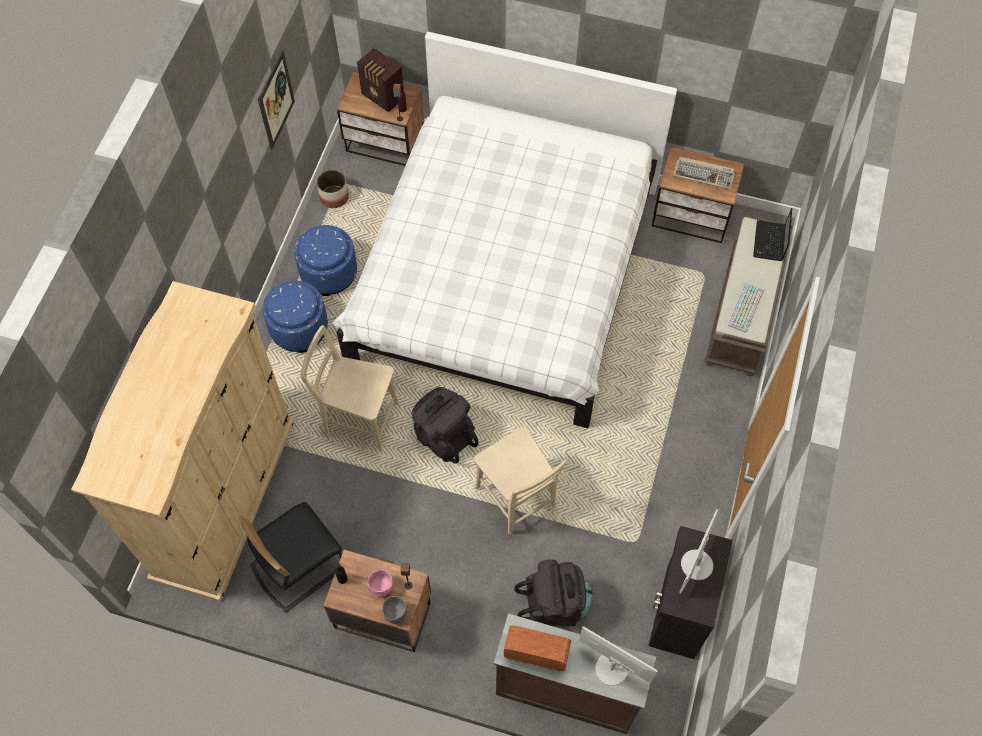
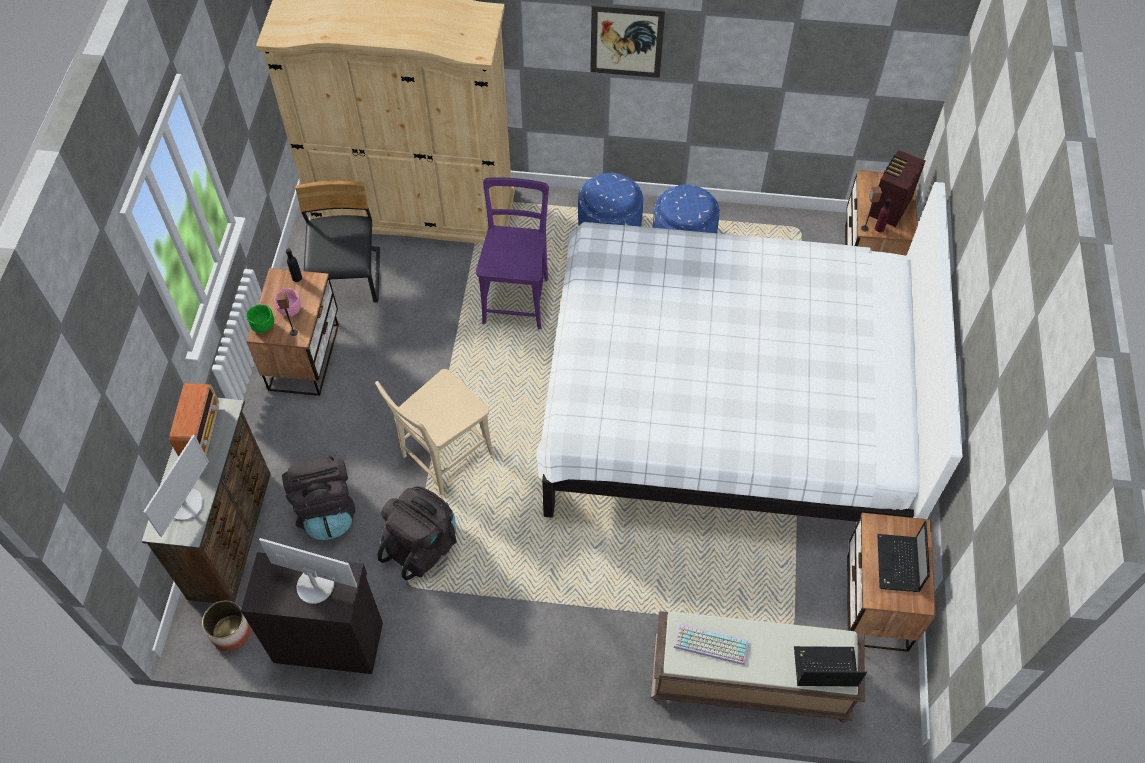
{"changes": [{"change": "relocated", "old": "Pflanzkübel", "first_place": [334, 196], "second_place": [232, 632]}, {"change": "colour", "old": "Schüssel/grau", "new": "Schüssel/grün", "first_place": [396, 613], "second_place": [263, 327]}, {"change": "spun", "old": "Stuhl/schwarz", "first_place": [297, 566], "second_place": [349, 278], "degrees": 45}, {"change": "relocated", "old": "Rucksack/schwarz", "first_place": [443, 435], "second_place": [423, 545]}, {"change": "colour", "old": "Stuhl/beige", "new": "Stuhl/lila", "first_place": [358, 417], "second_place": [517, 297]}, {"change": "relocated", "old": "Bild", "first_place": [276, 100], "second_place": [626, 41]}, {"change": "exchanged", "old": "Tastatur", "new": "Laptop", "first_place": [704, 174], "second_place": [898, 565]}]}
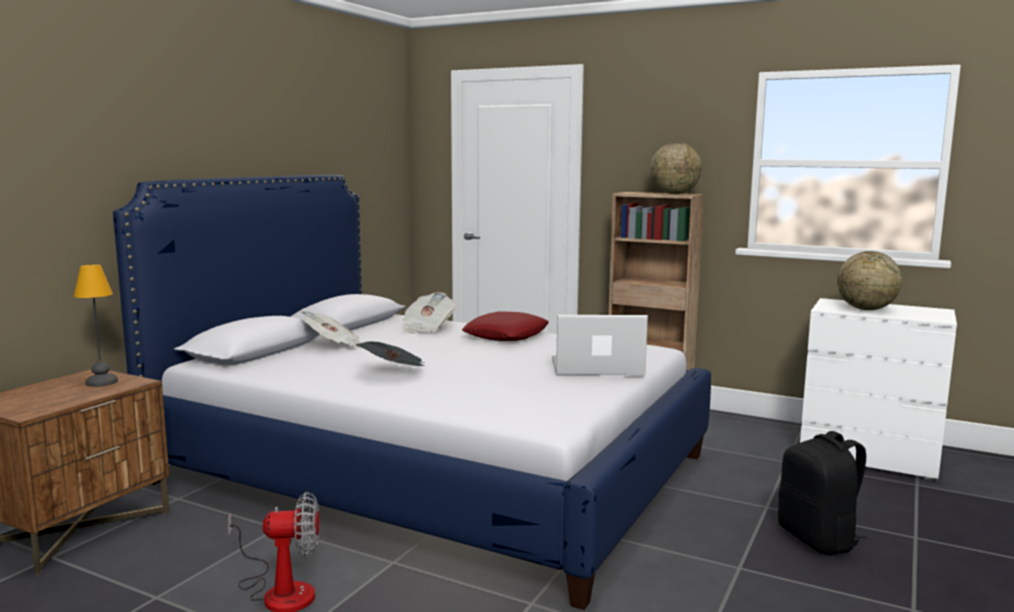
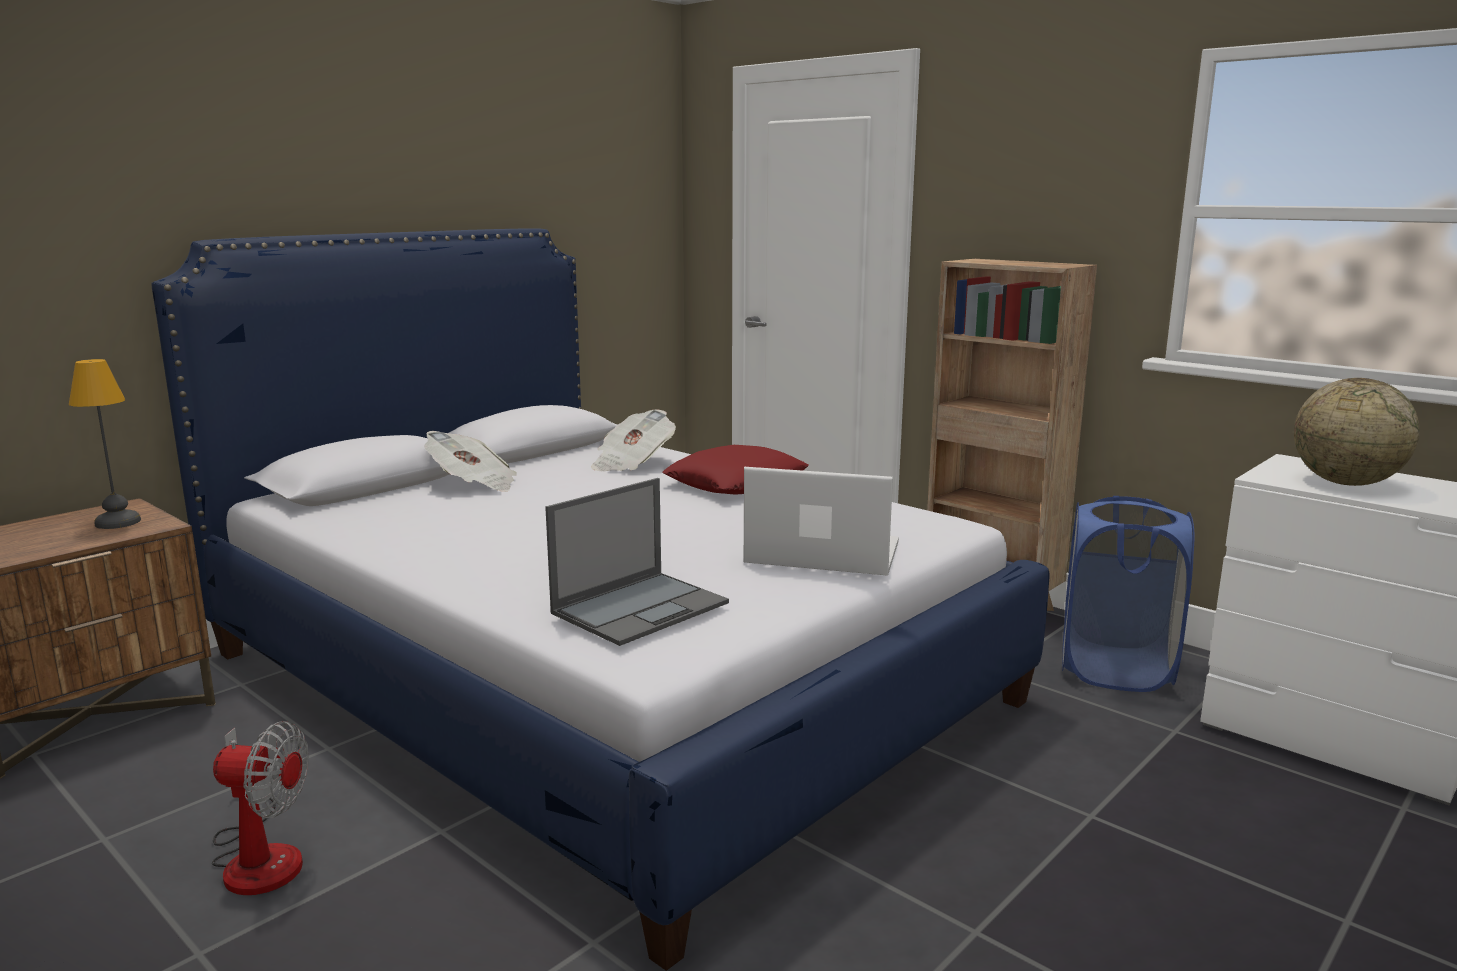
{"changes": [{"change": "appeared", "new": "Laptop", "second_place": [641, 607]}, {"change": "appeared", "new": "Wäschekorb/blau", "second_place": [1115, 669]}, {"change": "missing", "old": "Zeitung", "first_place": [394, 373]}, {"change": "missing", "old": "Globus", "first_place": [674, 194]}, {"change": "missing", "old": "Rucksack/schwarz", "first_place": [819, 539]}]}
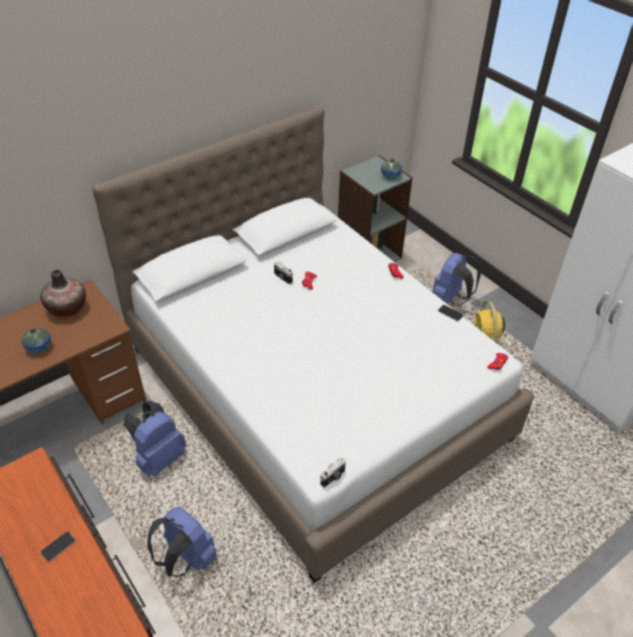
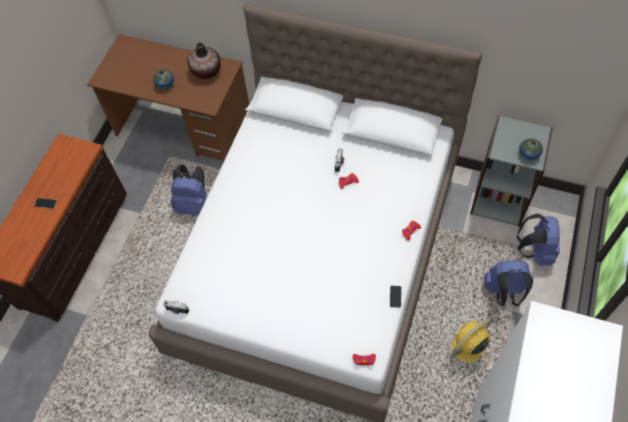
{"changes": [{"change": "relocated", "old": "Rucksack/blau", "first_place": [186, 558], "second_place": [535, 251]}]}
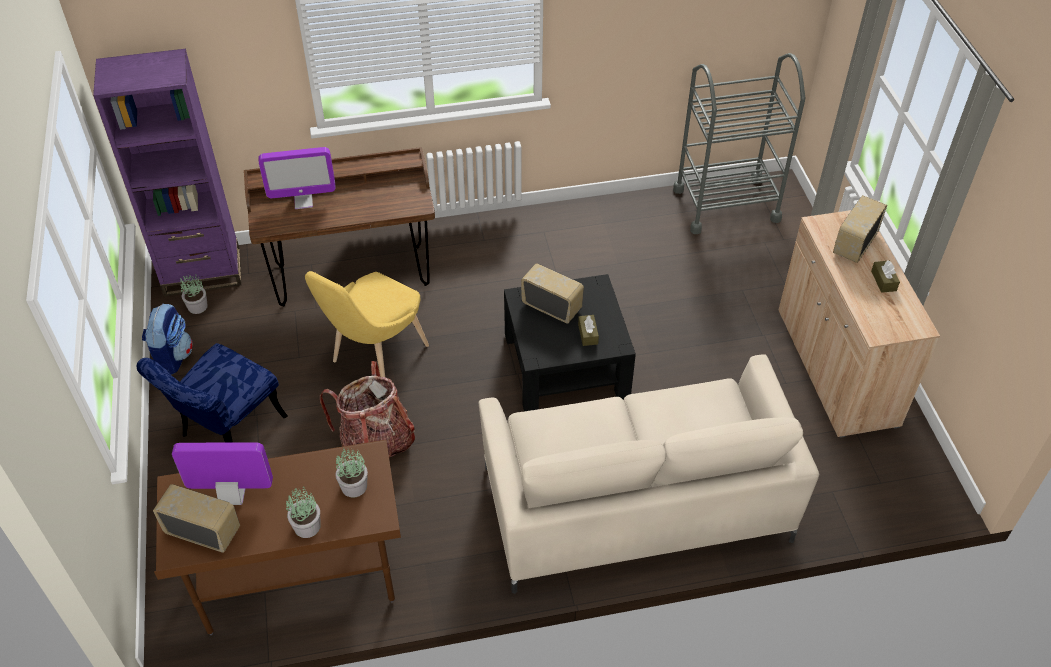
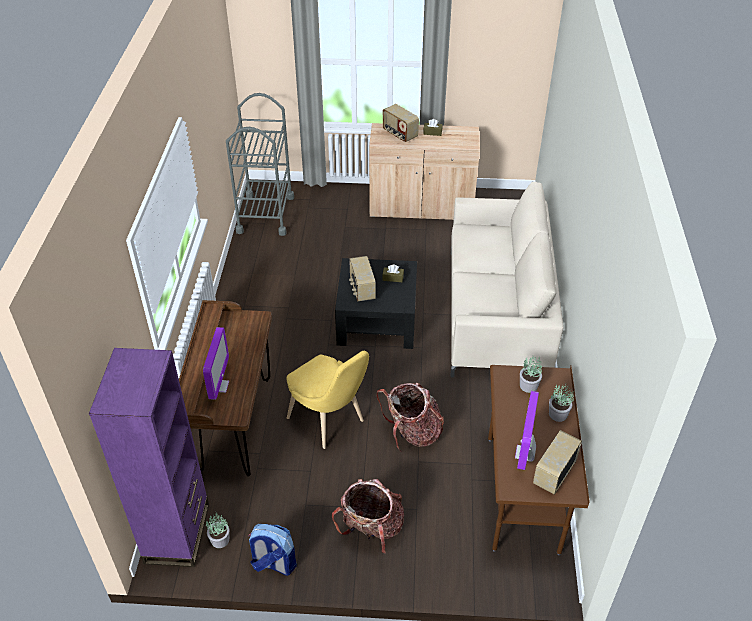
{"changes": [{"change": "exchanged", "old": "Stuhl/blau", "new": "Rucksack", "first_place": [226, 431], "second_place": [371, 529]}, {"change": "spun", "old": "Radio", "first_place": [552, 307], "second_place": [361, 289], "degrees": -60}]}
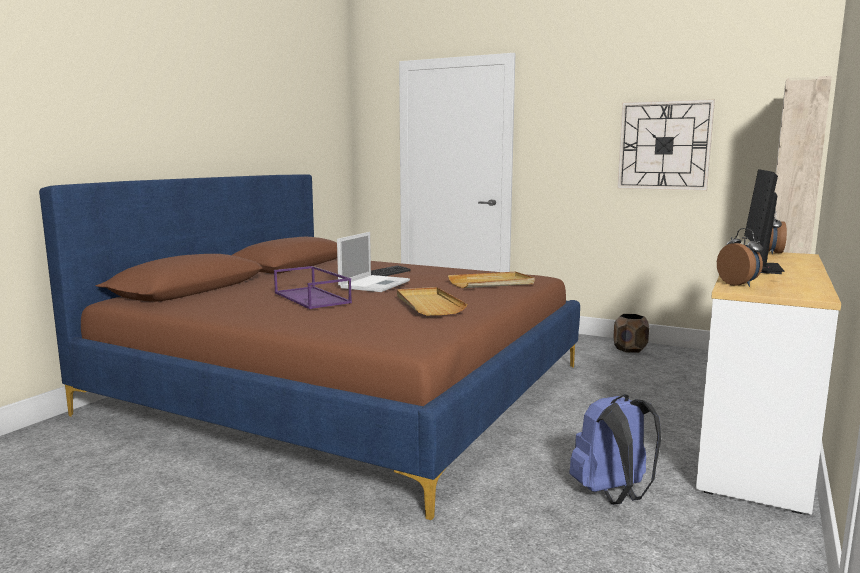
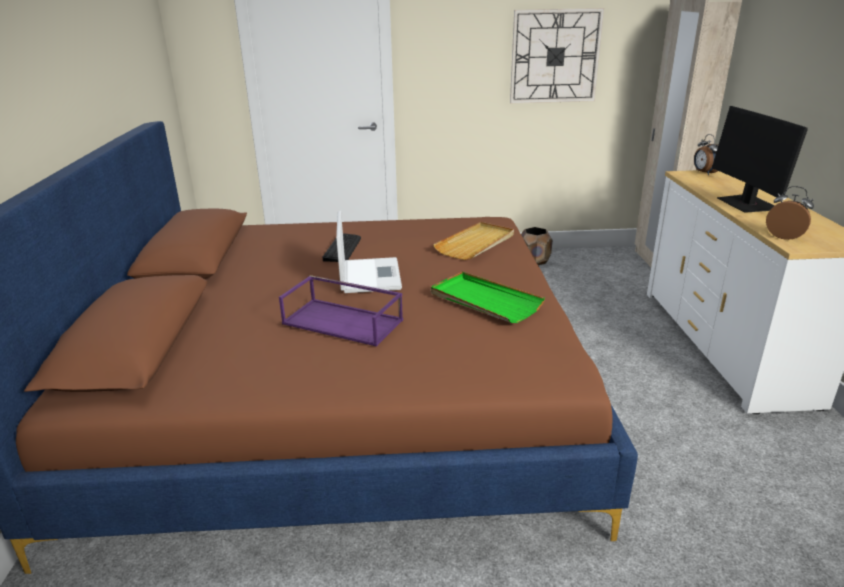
{"changes": [{"change": "colour", "old": "Tablett/beige", "new": "Tablett/grün", "first_place": [428, 304], "second_place": [484, 301]}, {"change": "missing", "old": "Rucksack/blau", "first_place": [613, 494]}]}
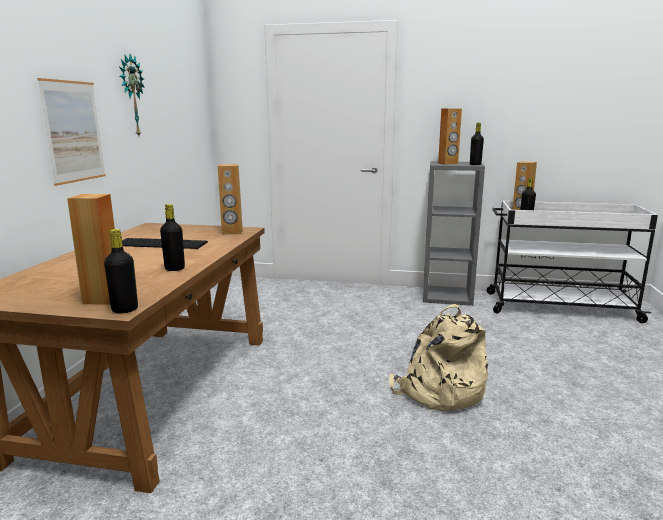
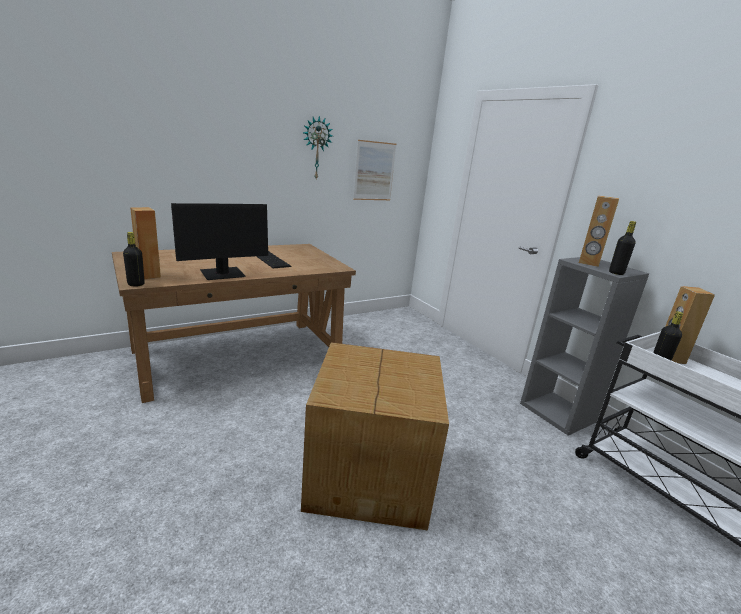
{"changes": [{"change": "exchanged", "old": "Flasche/schwarz", "new": "Monitor", "first_place": [174, 269], "second_place": [222, 274]}, {"change": "exchanged", "old": "Rucksack/beige", "new": "Karton", "first_place": [438, 391], "second_place": [371, 473]}, {"change": "relocated", "old": "Bild", "first_place": [74, 131], "second_place": [374, 171]}, {"change": "missing", "old": "Lautsprecher/braun", "first_place": [232, 232]}]}
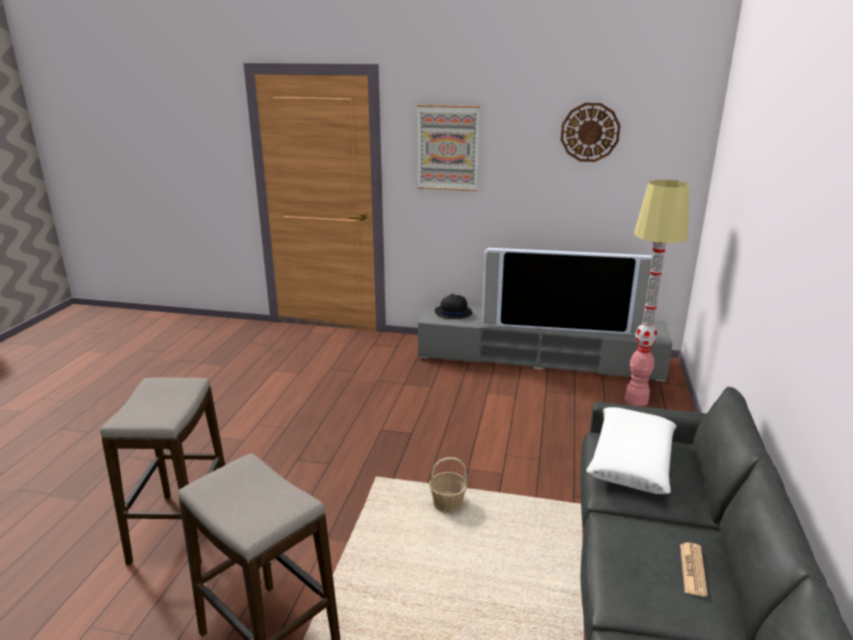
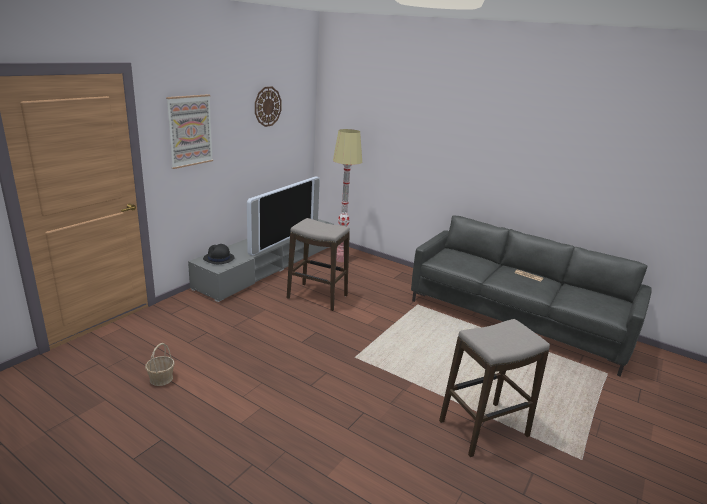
{"changes": [{"change": "relocated", "old": "Korb", "first_place": [447, 503], "second_place": [161, 378]}, {"change": "relocated", "old": "Hocker", "first_place": [181, 529], "second_place": [317, 297]}, {"change": "missing", "old": "Kissen/weiß", "first_place": [631, 460]}]}
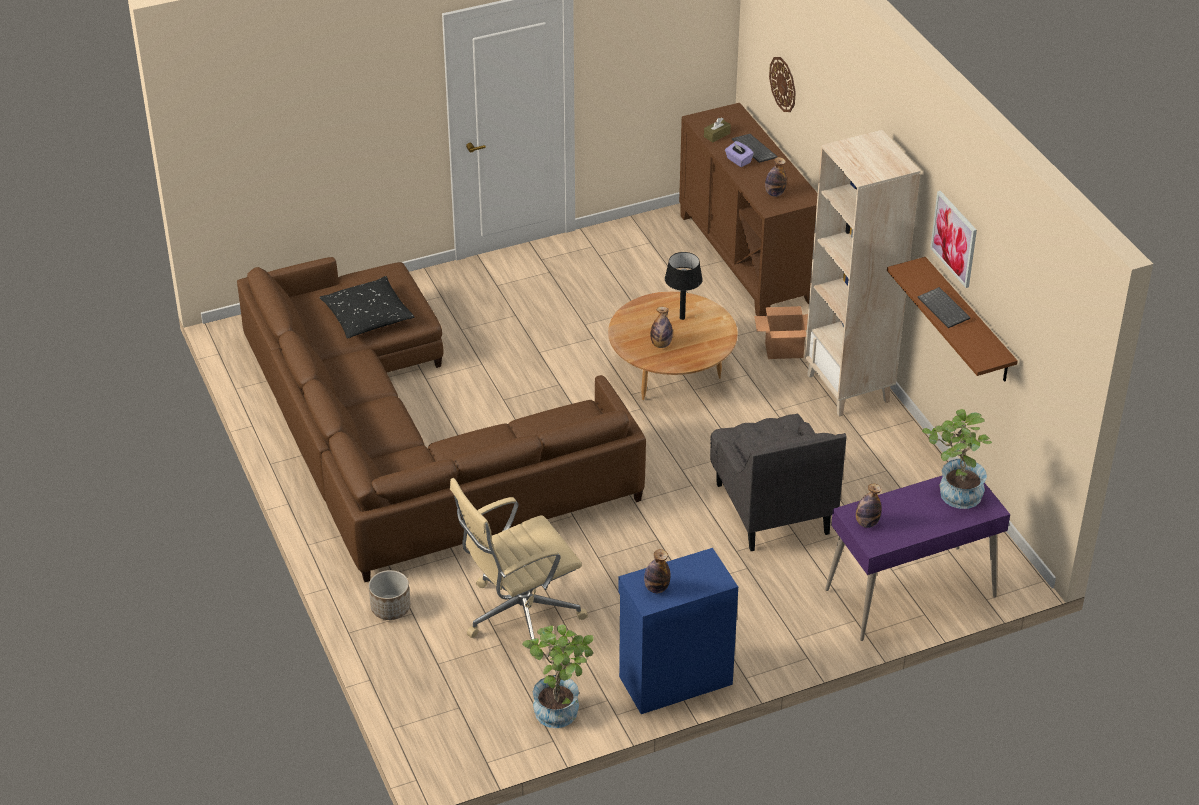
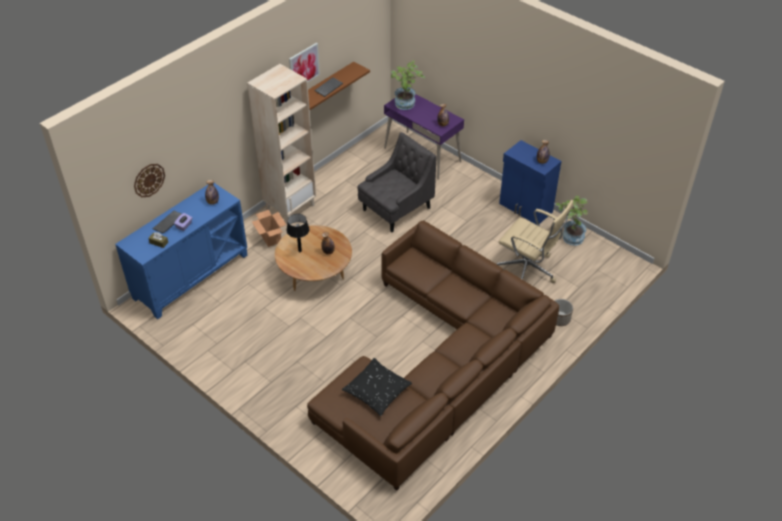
{"changes": [{"change": "colour", "old": "Schrank/braun", "new": "Schrank/blau", "first_place": [747, 258], "second_place": [191, 276]}]}
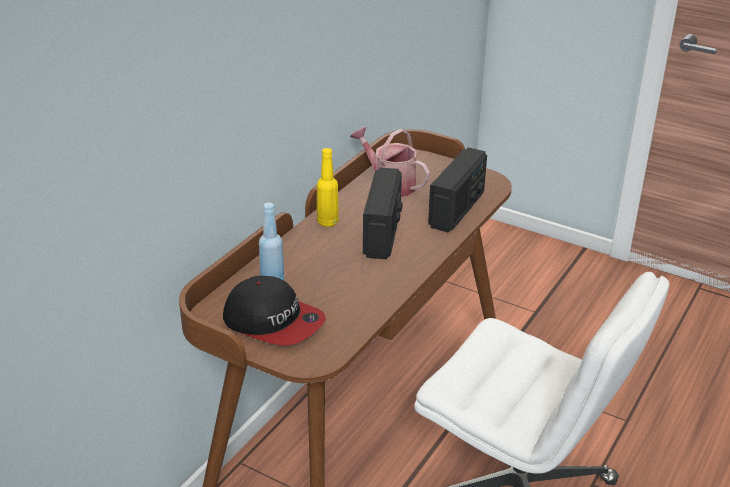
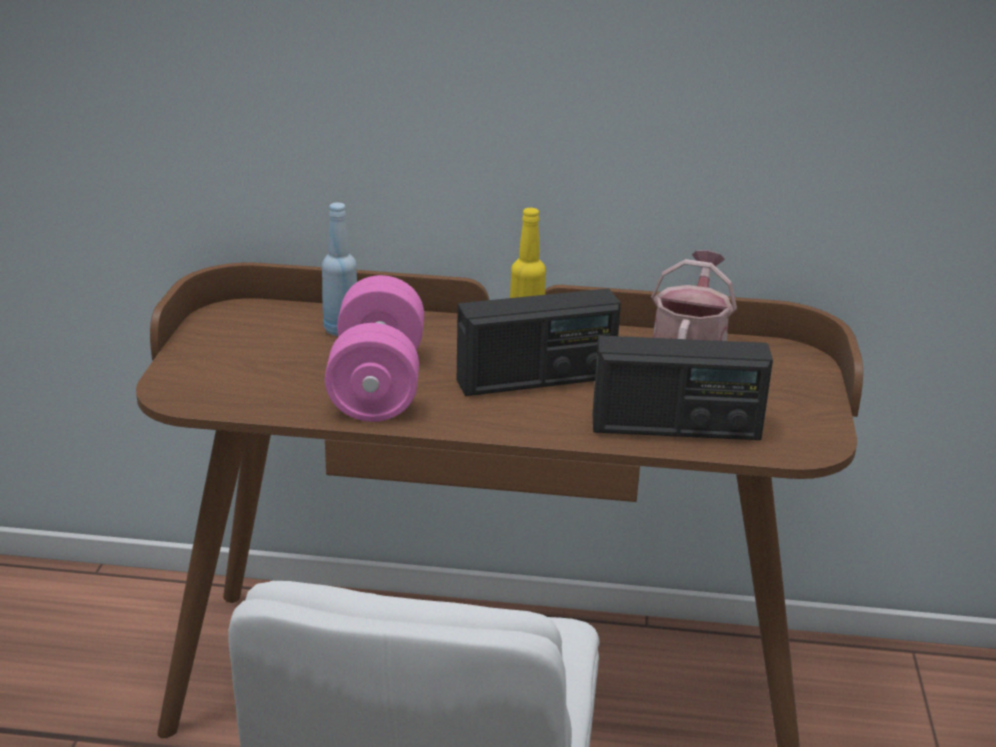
{"changes": [{"change": "appeared", "new": "Hantel/rosa", "second_place": [377, 384]}, {"change": "missing", "old": "Kappe", "first_place": [274, 321]}]}
